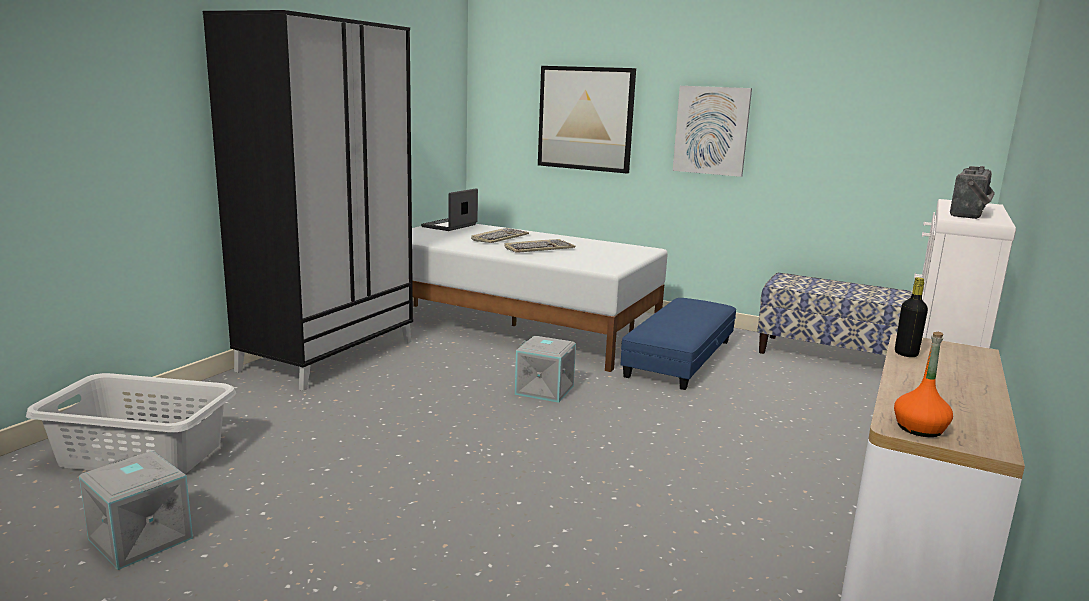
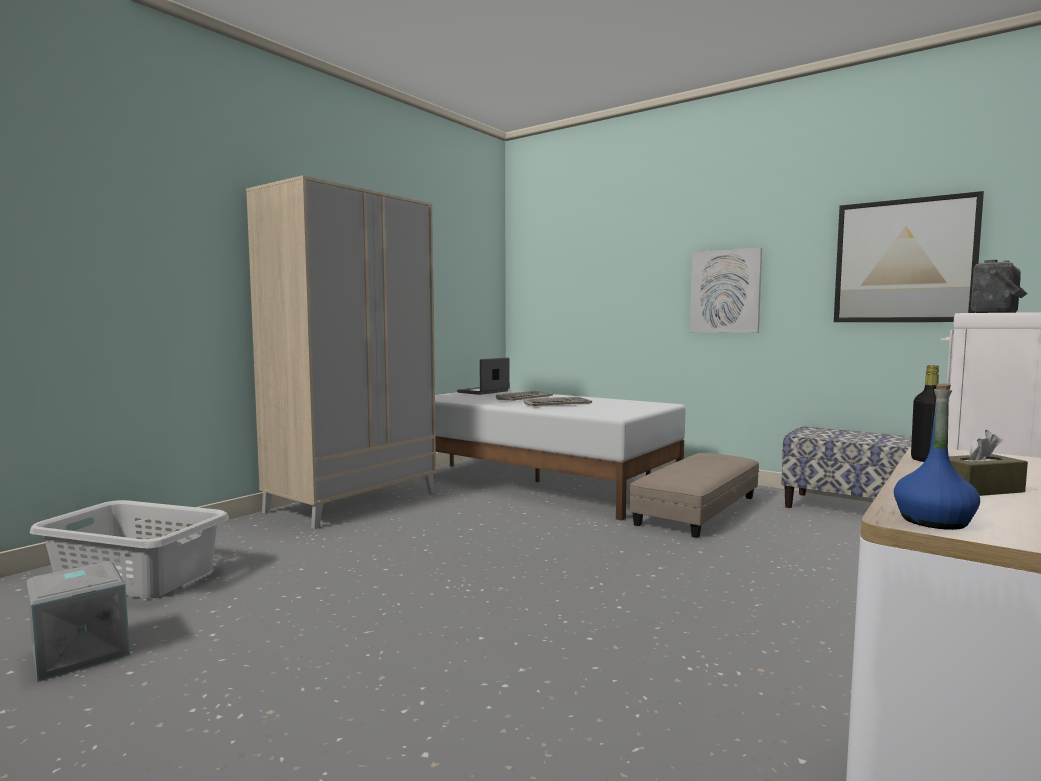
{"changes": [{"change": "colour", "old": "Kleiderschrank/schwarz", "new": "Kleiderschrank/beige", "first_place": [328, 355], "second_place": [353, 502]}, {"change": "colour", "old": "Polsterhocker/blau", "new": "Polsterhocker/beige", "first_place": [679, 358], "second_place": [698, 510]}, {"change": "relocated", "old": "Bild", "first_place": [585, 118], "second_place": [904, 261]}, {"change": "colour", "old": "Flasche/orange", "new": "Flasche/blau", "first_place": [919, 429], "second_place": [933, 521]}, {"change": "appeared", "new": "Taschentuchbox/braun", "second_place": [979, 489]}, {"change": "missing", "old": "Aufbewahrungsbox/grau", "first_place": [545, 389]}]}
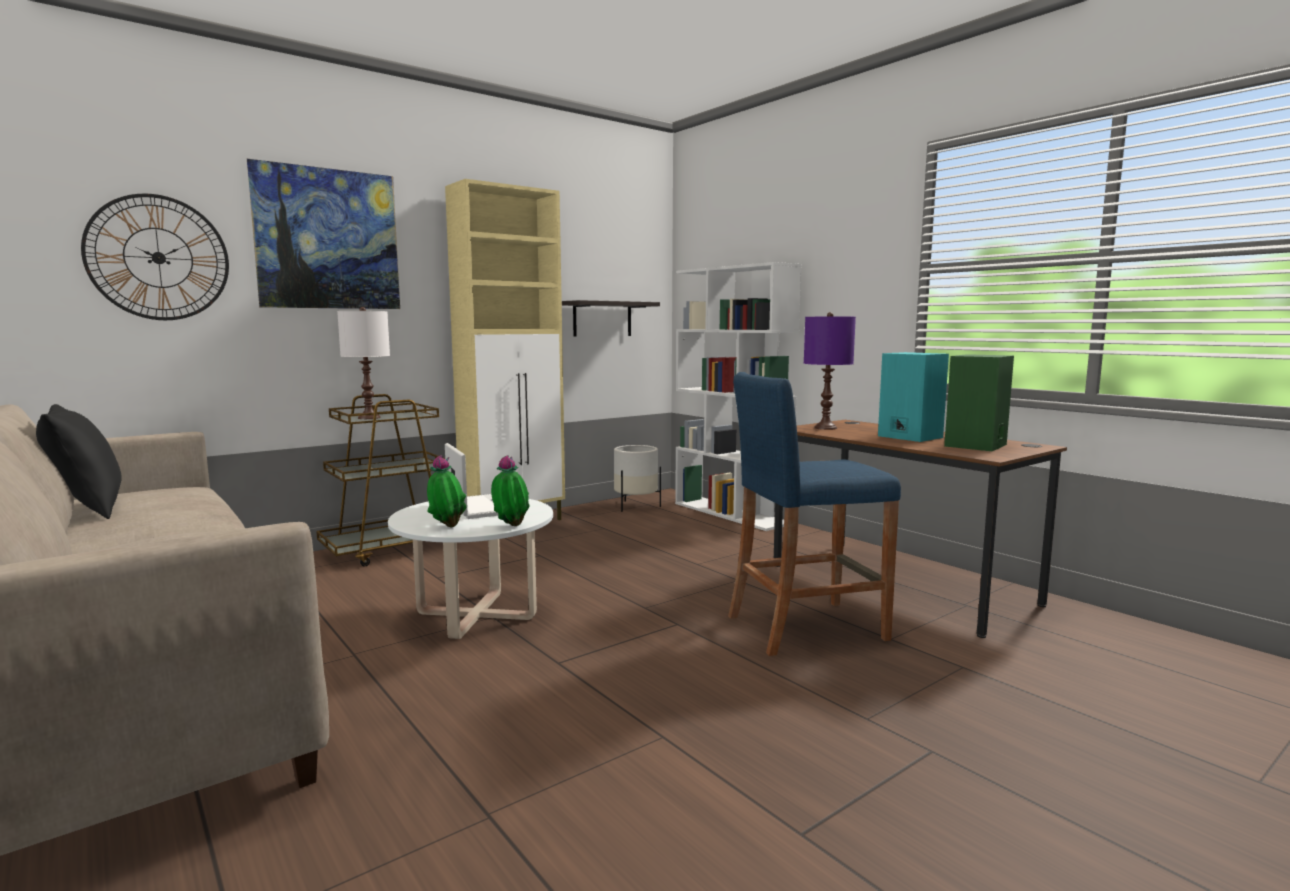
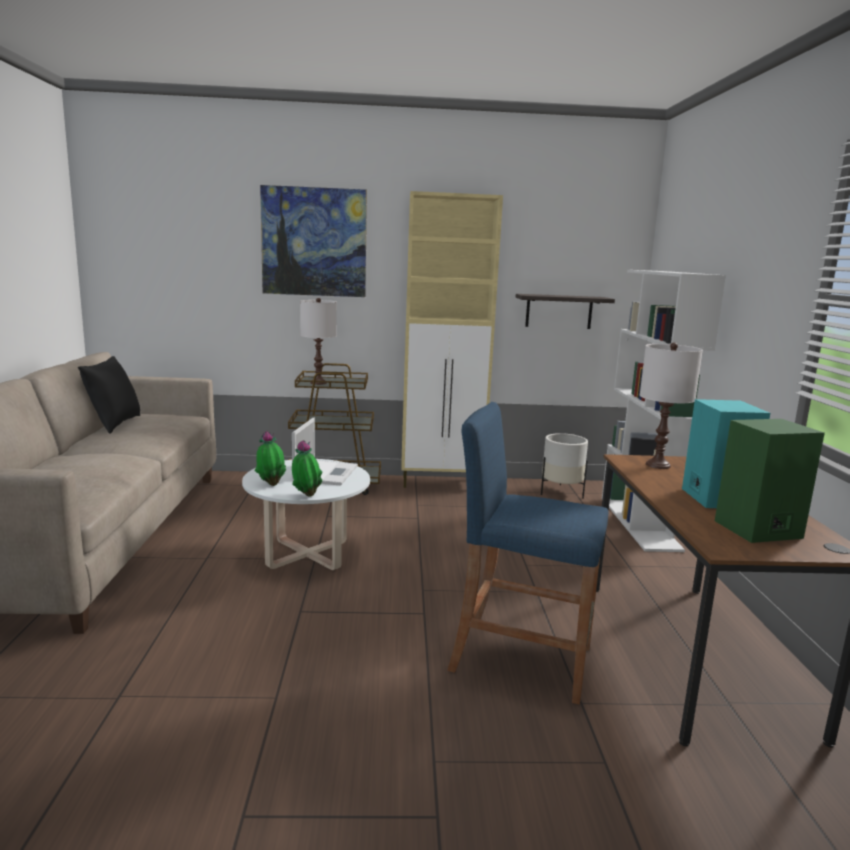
{"changes": [{"change": "colour", "old": "Tischlampe/lila", "new": "Tischlampe/weiß", "first_place": [825, 428], "second_place": [657, 465]}, {"change": "missing", "old": "Wanduhr", "first_place": [158, 258]}]}
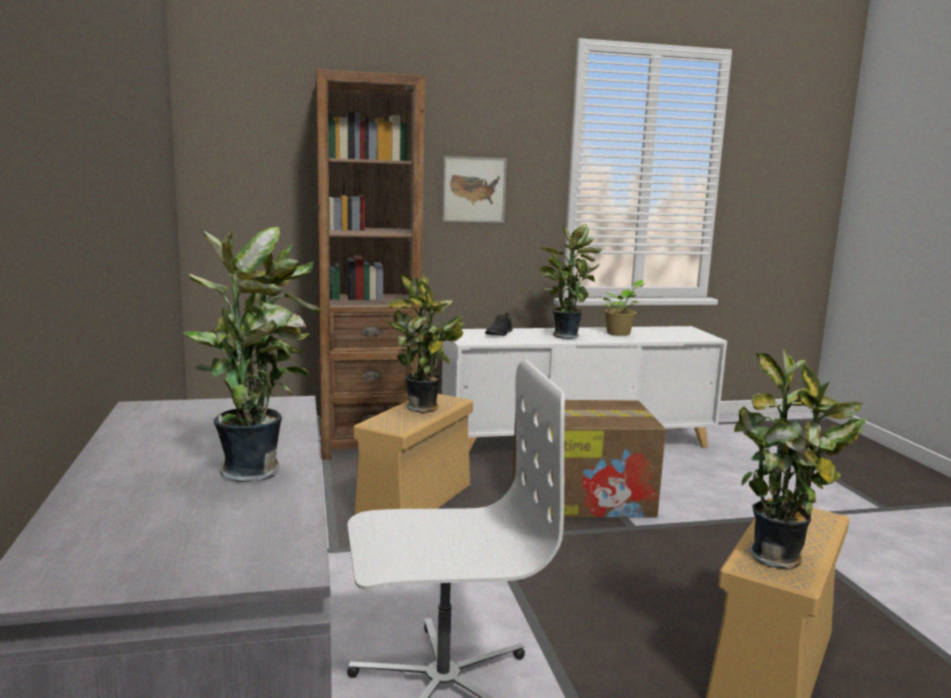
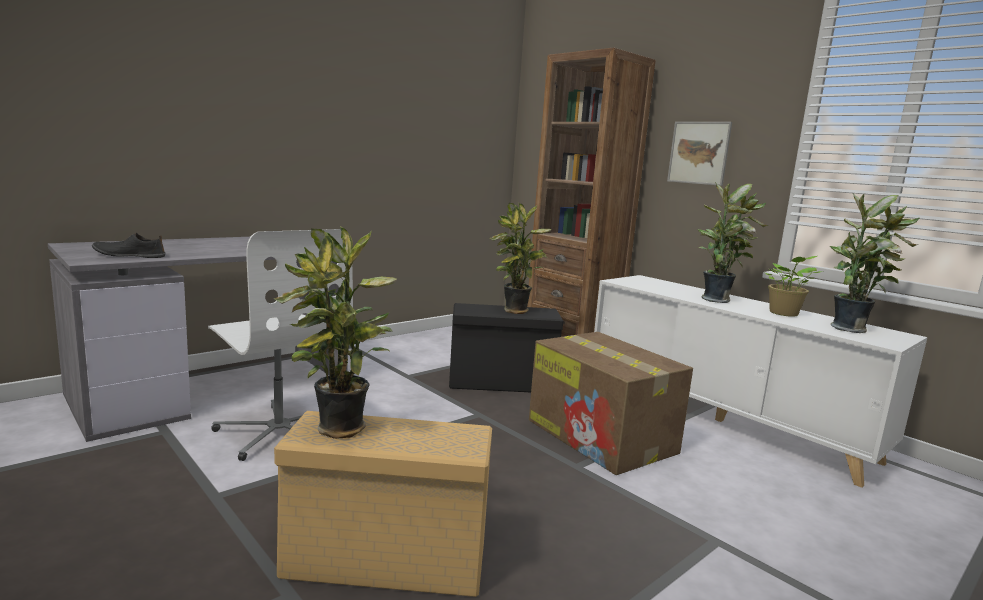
{"changes": [{"change": "relocated", "old": "Schuh/schwarz", "first_place": [498, 334], "second_place": [129, 255]}, {"change": "colour", "old": "Aufbewahrungsbox/beige", "new": "Aufbewahrungsbox/schwarz", "first_place": [416, 501], "second_place": [503, 383]}, {"change": "relocated", "old": "Topfpflanze", "first_place": [255, 470], "second_place": [851, 329]}]}
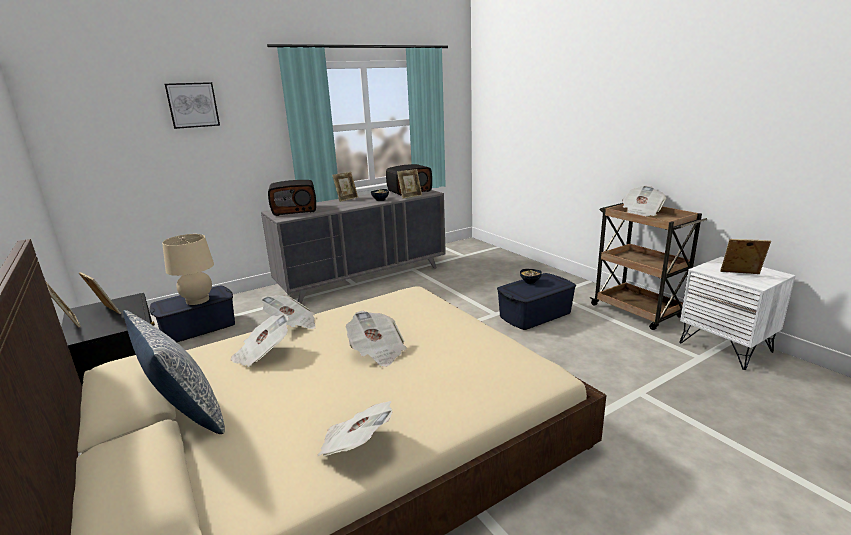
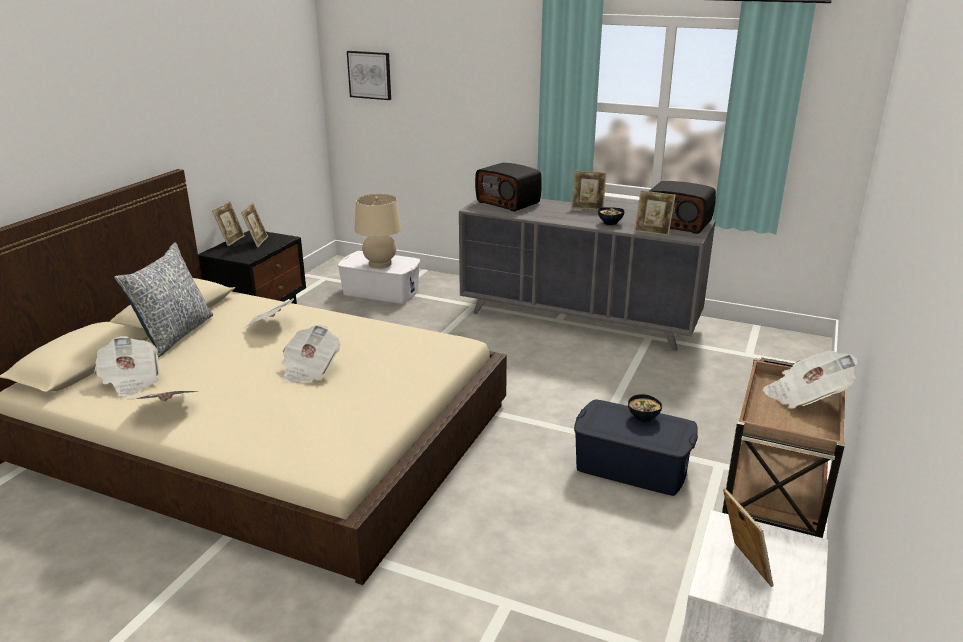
{"changes": [{"change": "relocated", "old": "Zeitung", "first_place": [292, 324], "second_place": [131, 381]}, {"change": "colour", "old": "Aufbewahrungsbox/blau", "new": "Aufbewahrungsbox/weiß", "first_place": [198, 328], "second_place": [381, 292]}, {"change": "relocated", "old": "Bild", "first_place": [192, 105], "second_place": [370, 75]}]}
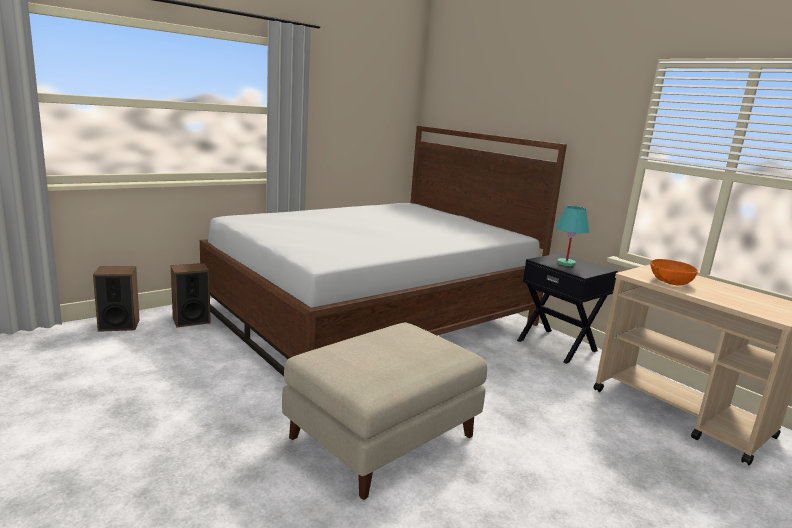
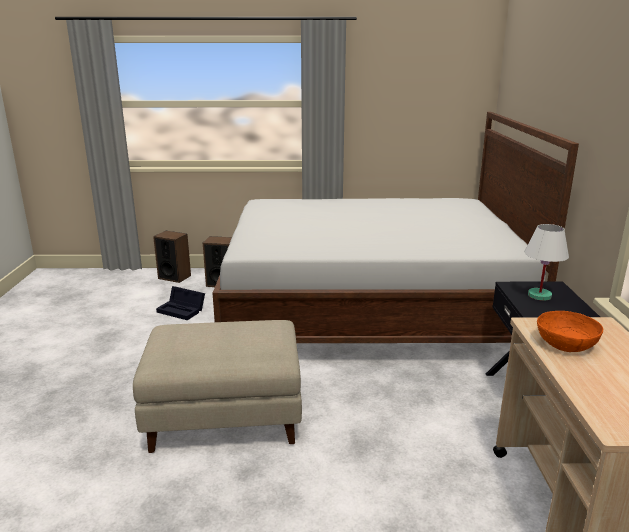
{"changes": [{"change": "appeared", "new": "Aufbewahrungsbox/schwarz", "second_place": [182, 310]}, {"change": "colour", "old": "Tischlampe/türkis", "new": "Tischlampe/weiß", "first_place": [566, 263], "second_place": [539, 295]}]}
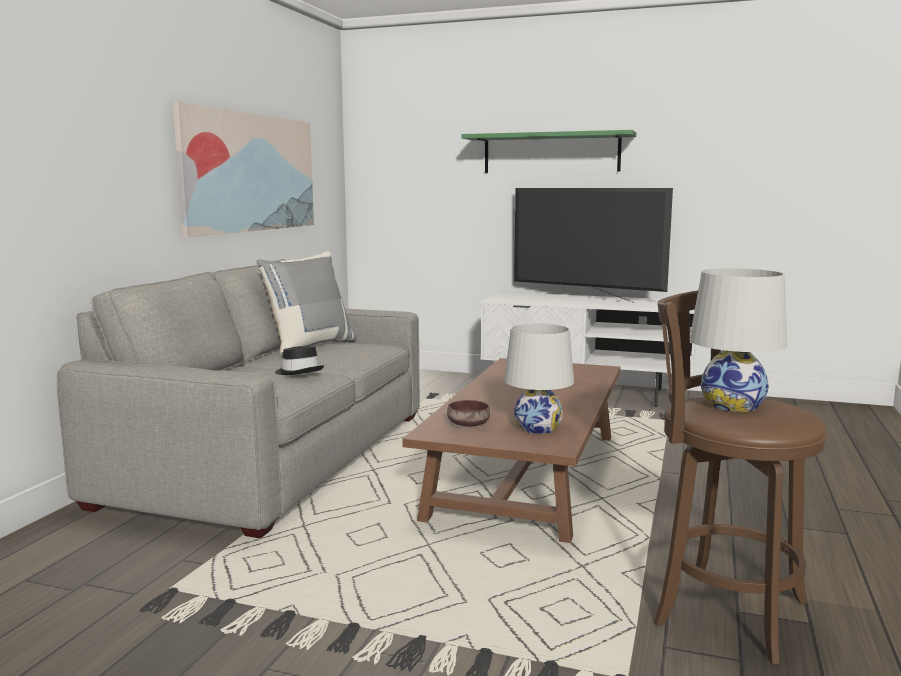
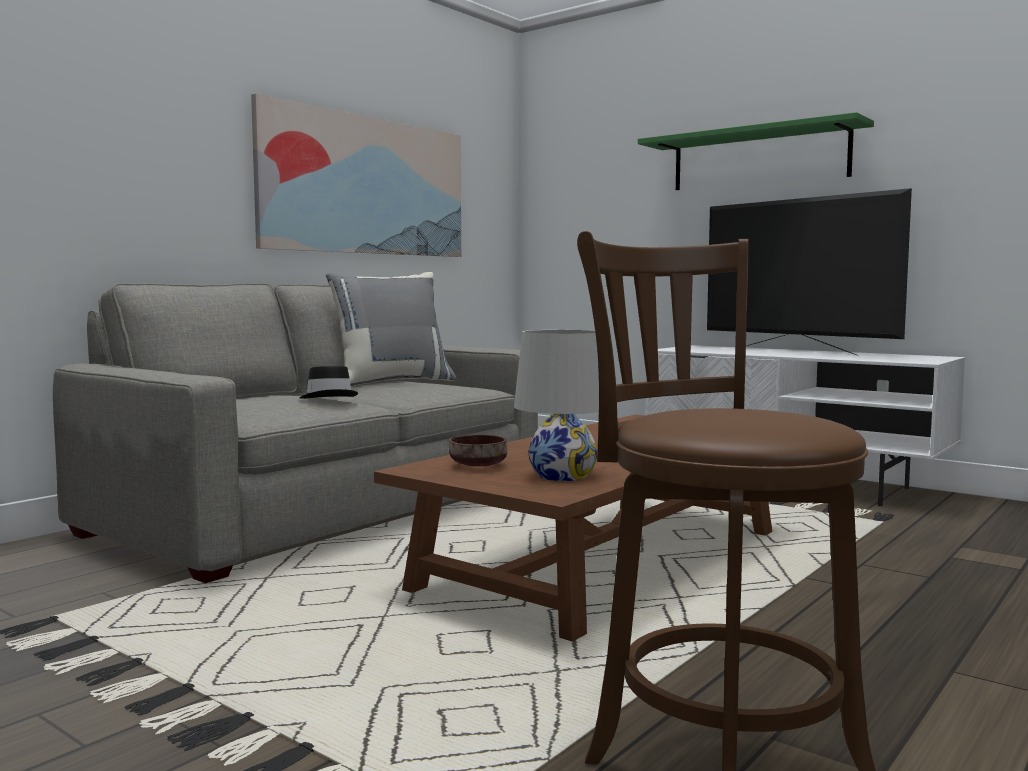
{"changes": [{"change": "missing", "old": "Tischlampe/weiß", "first_place": [733, 405]}]}
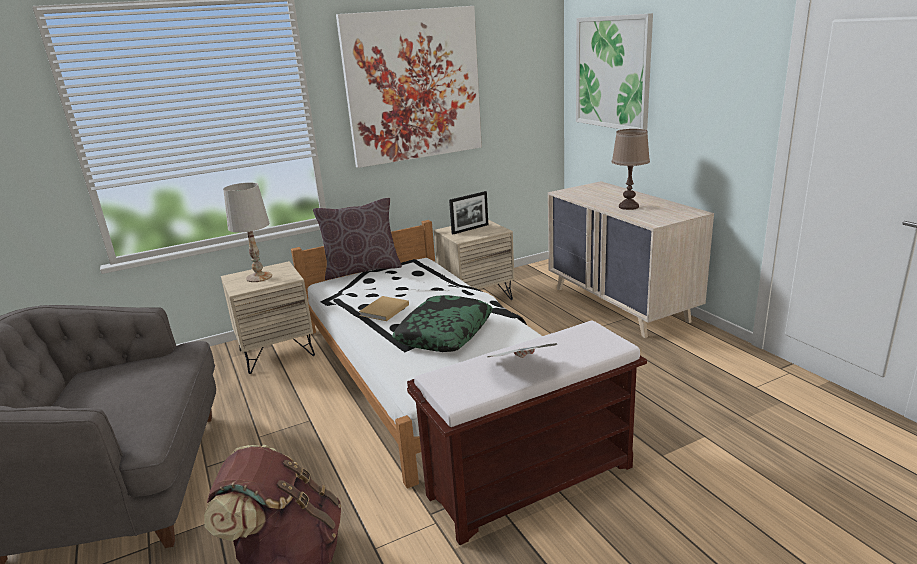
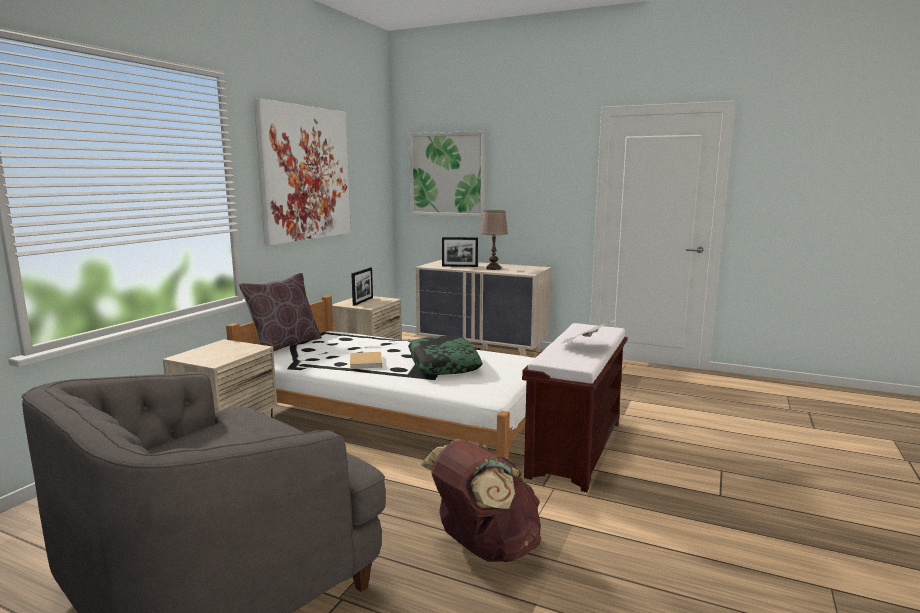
{"changes": [{"change": "appeared", "new": "Bilderrahmen", "second_place": [459, 266]}, {"change": "missing", "old": "Tischlampe/weiß", "first_place": [259, 277]}]}
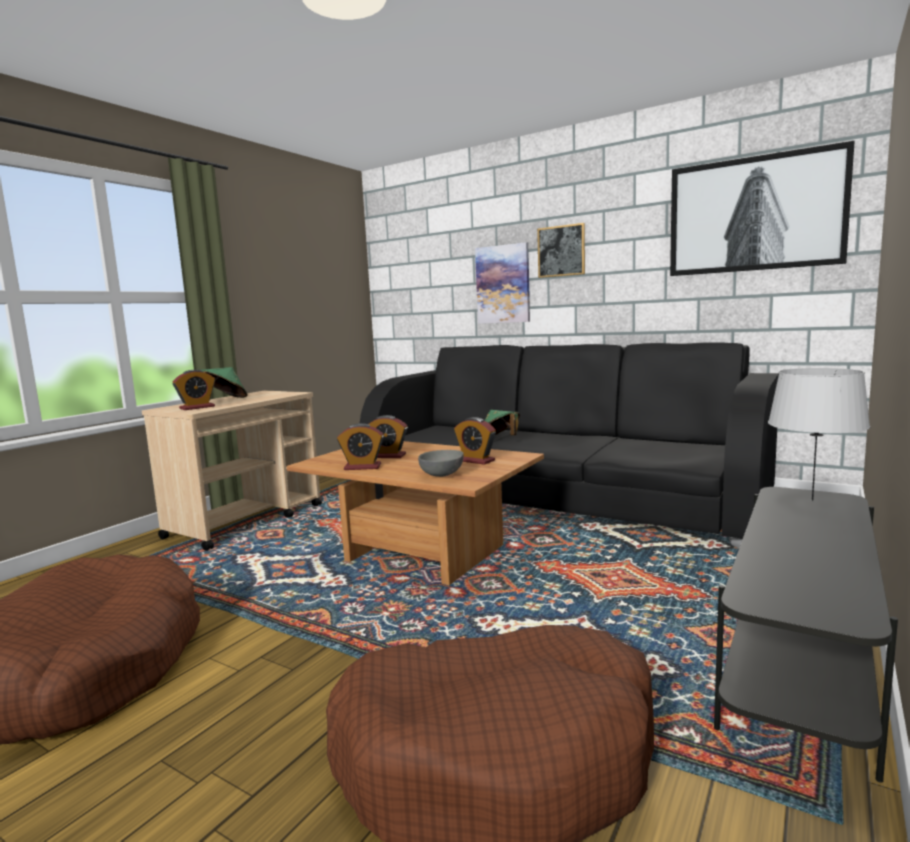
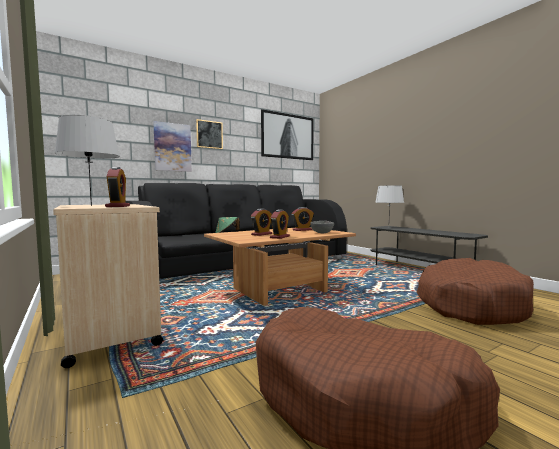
{"changes": [{"change": "exchanged", "old": "Hut/grün", "new": "Tischlampe/grau", "first_place": [224, 400], "second_place": [91, 205]}]}
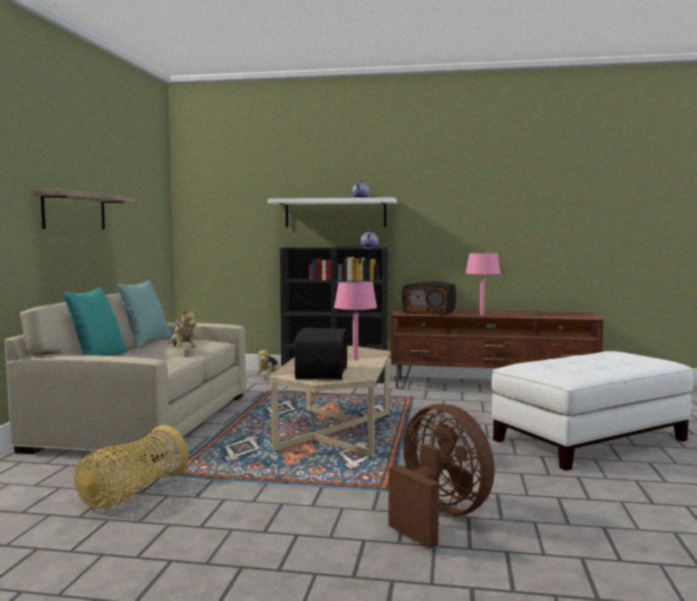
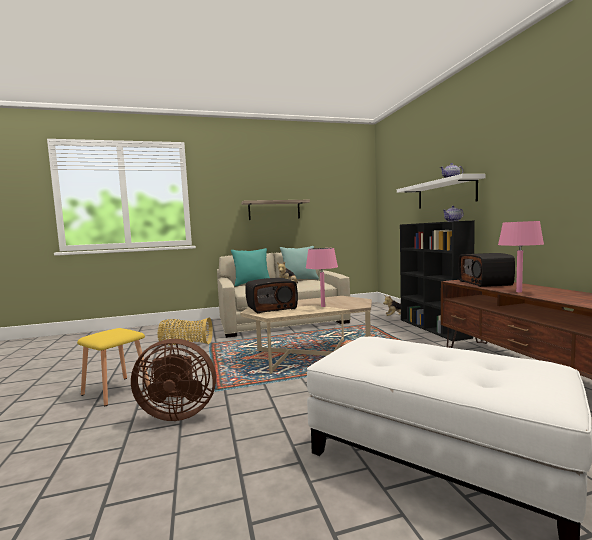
{"changes": [{"change": "appeared", "new": "Hocker/gelb", "second_place": [117, 390]}, {"change": "spun", "old": "Ventilator/braun", "first_place": [438, 517], "second_place": [177, 413], "degrees": 60}]}
